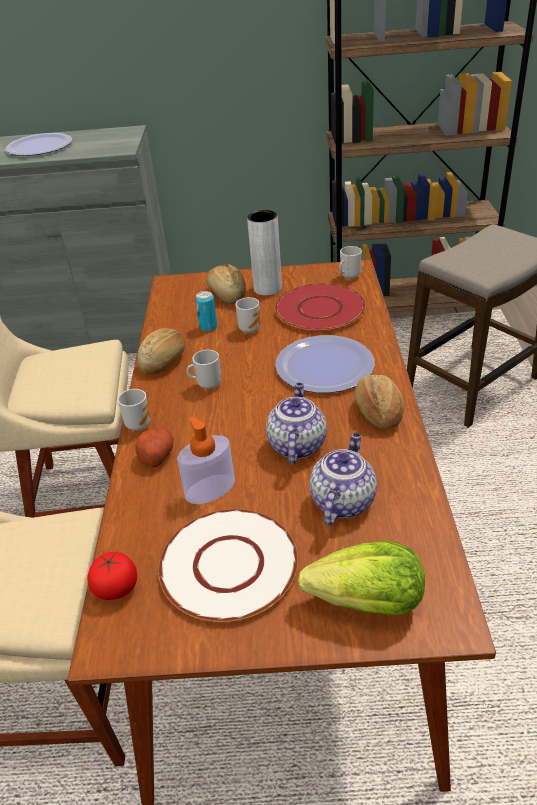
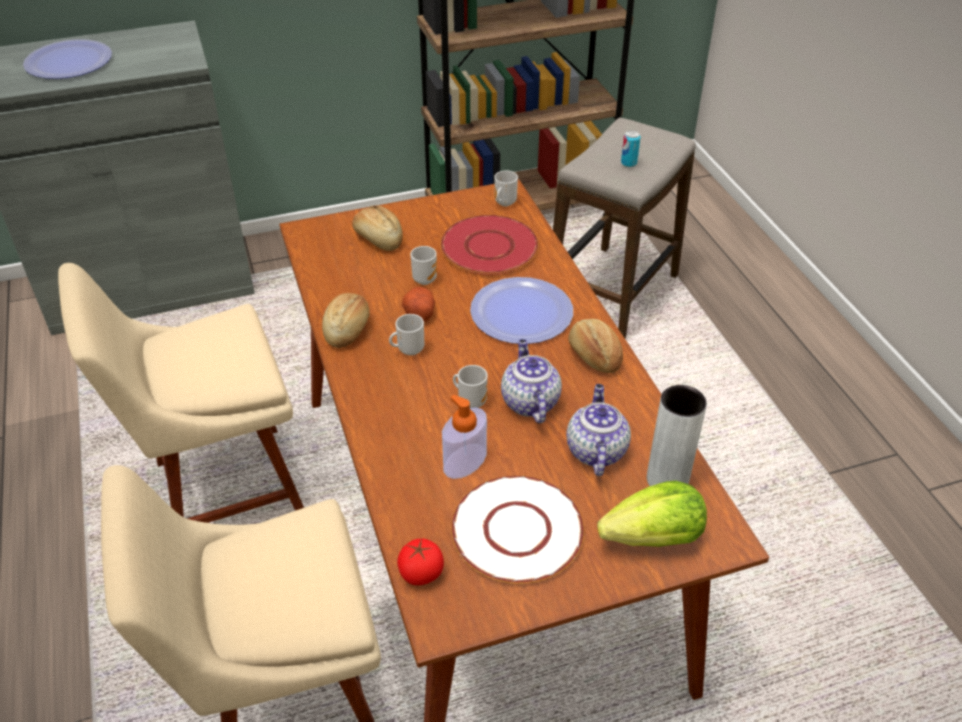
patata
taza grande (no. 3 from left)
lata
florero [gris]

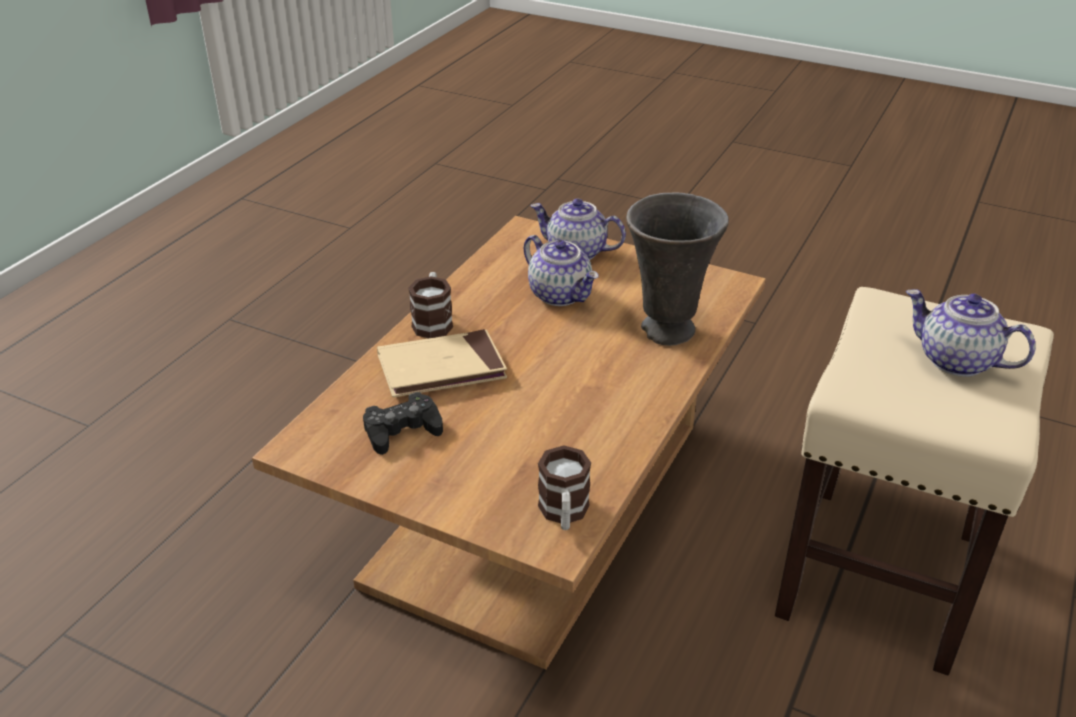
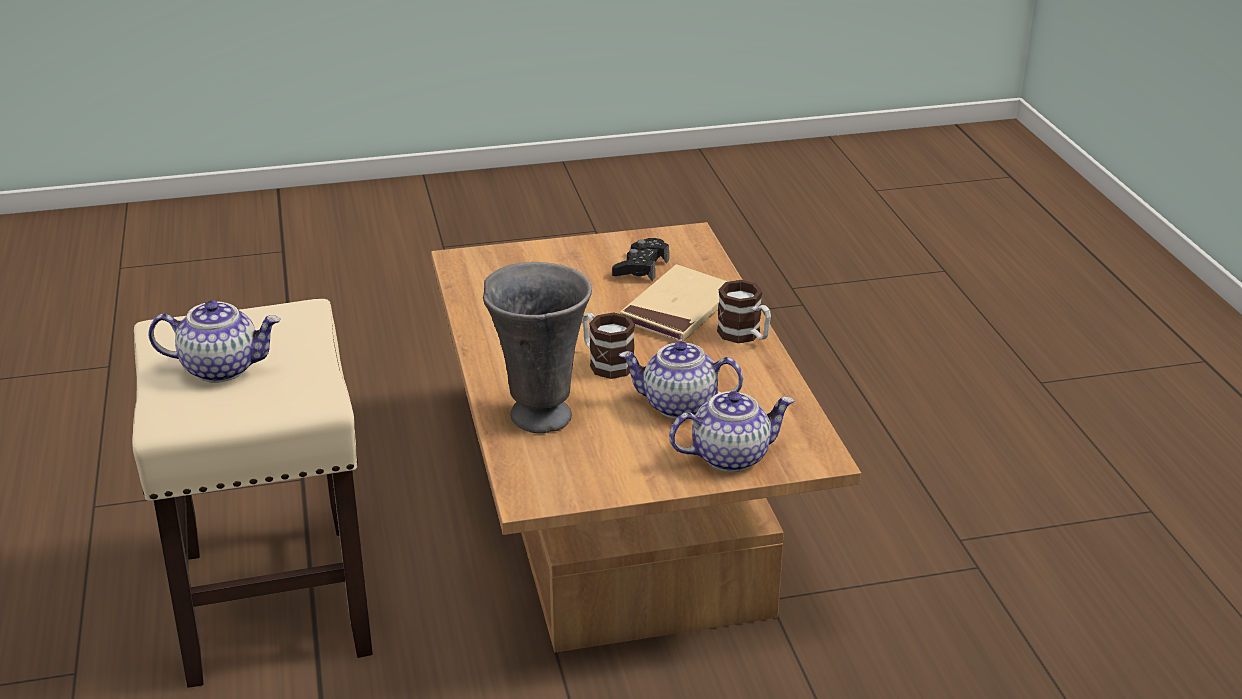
taza grande (no. 1 from left)

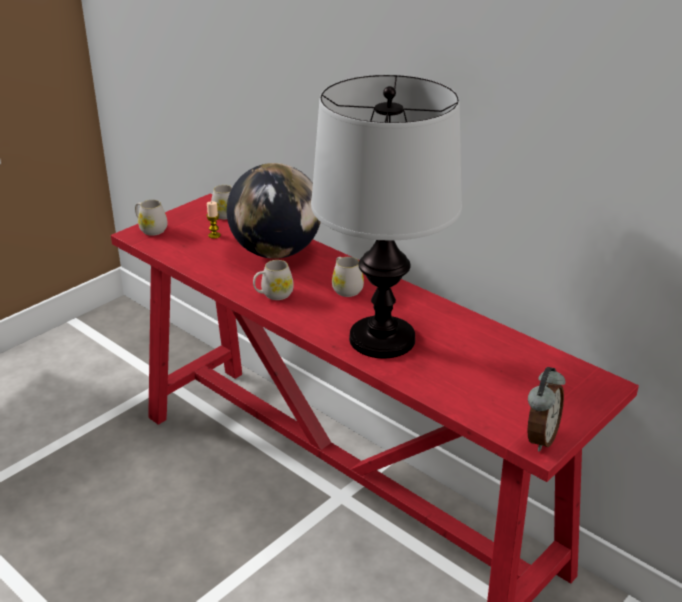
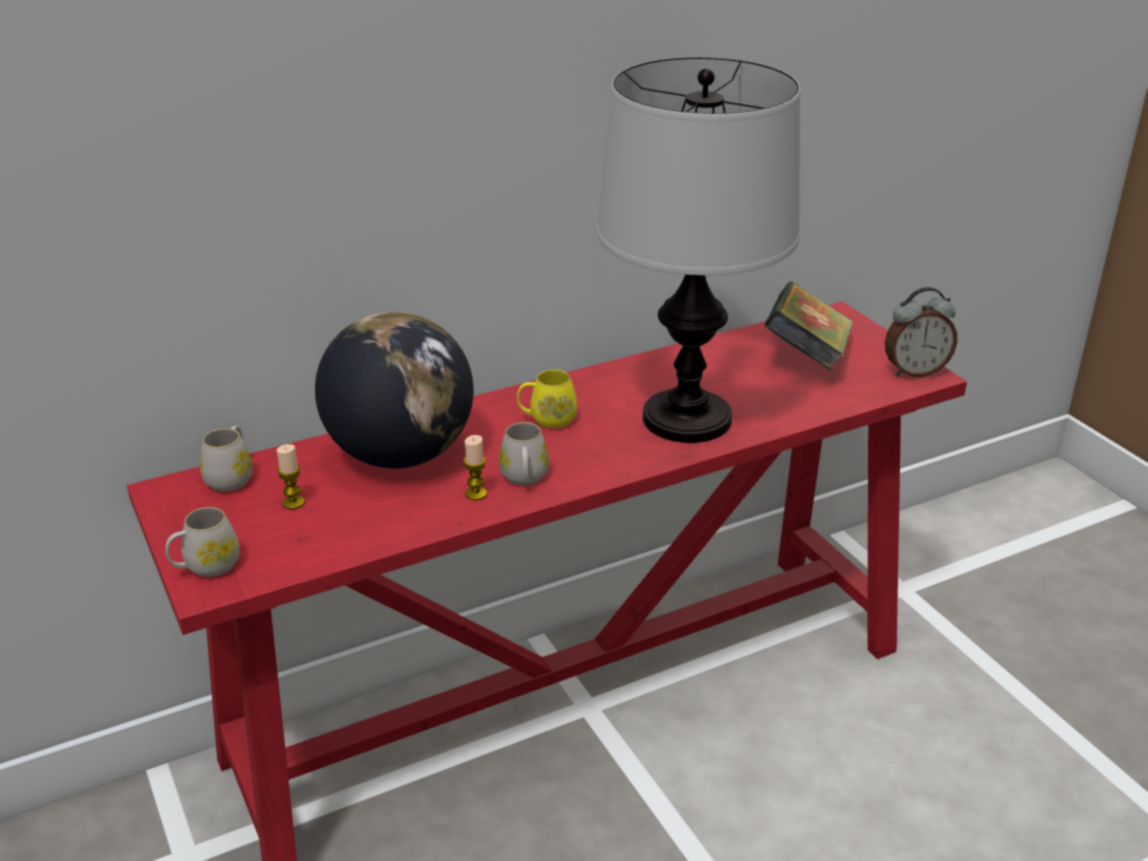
vela (no. 2 from left)
taza grande [amarillo]
libro
despertador

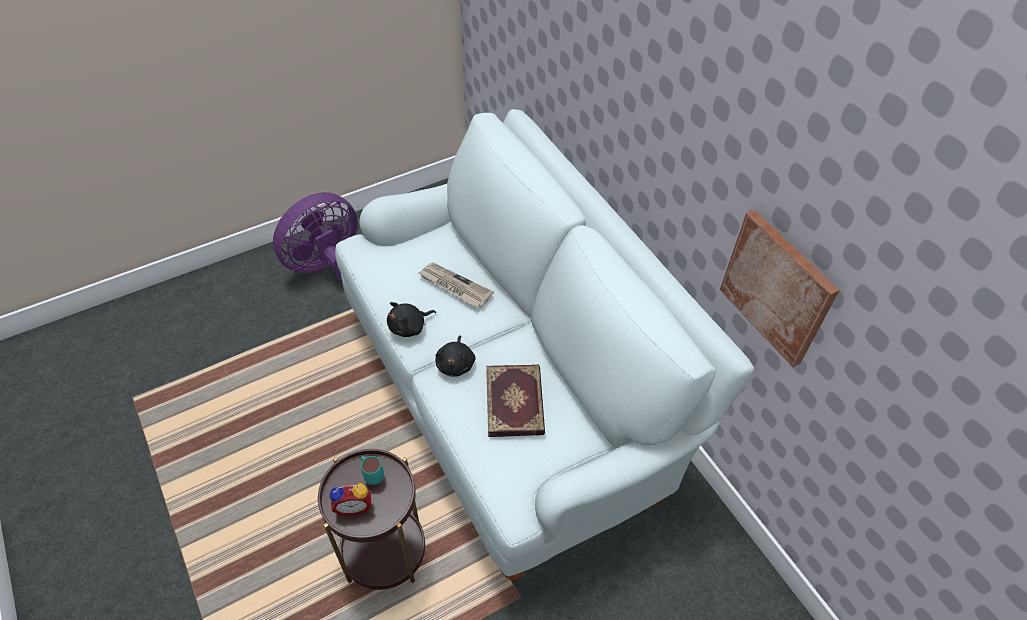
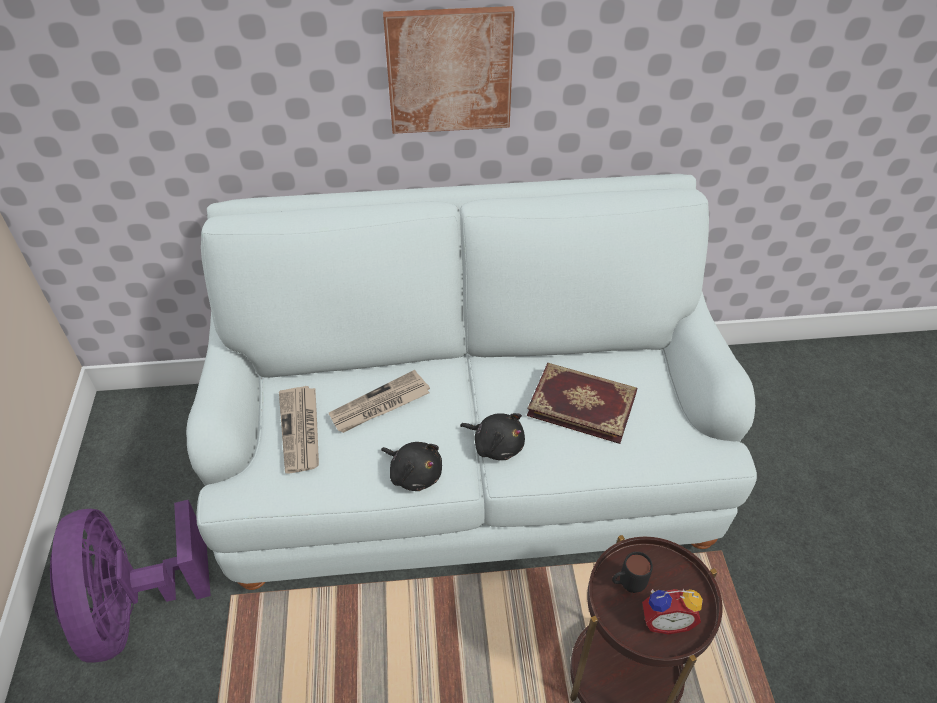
periódico (no. 1 from left)
peluche [negro] (no. 1 from left)
cuadro
taza grande [negro]
despertador

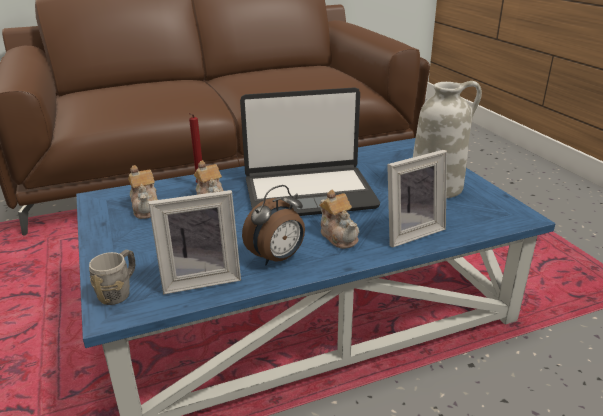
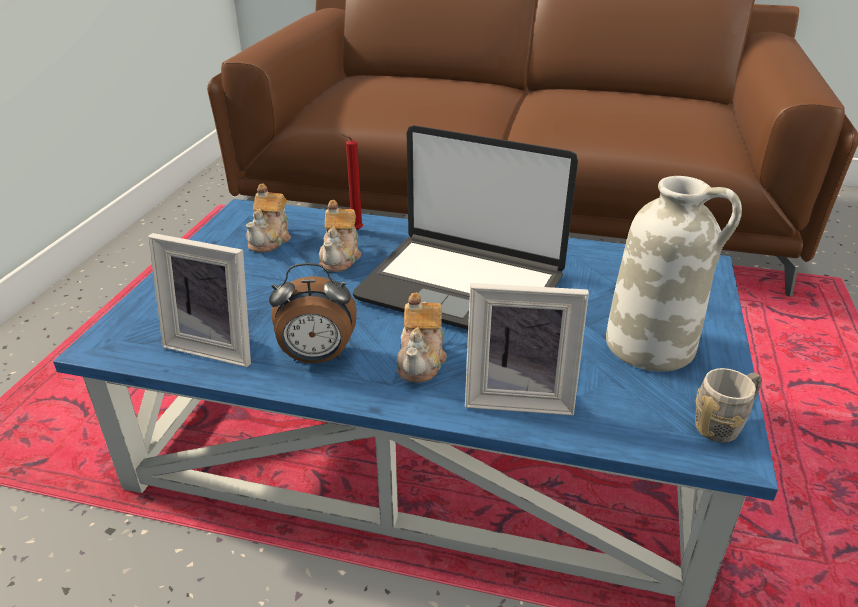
taza grande [gris]

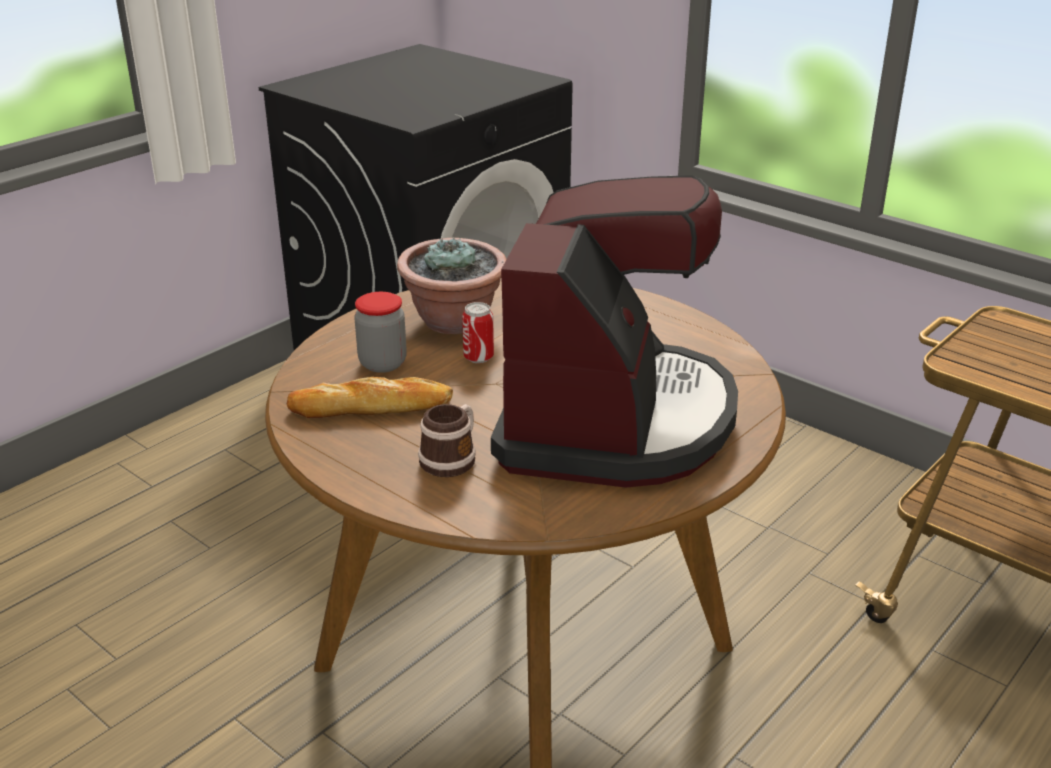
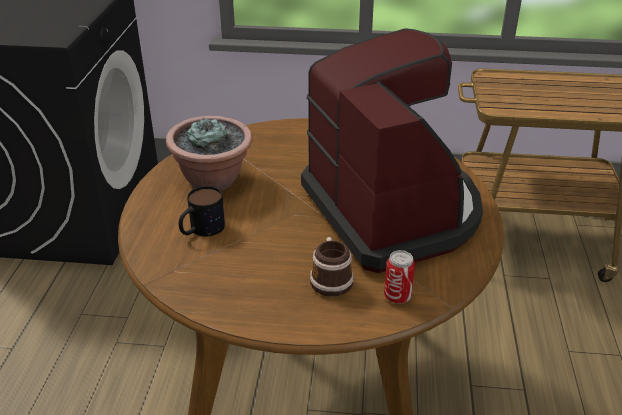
taza grande (no. 1 from left)
lata
pan

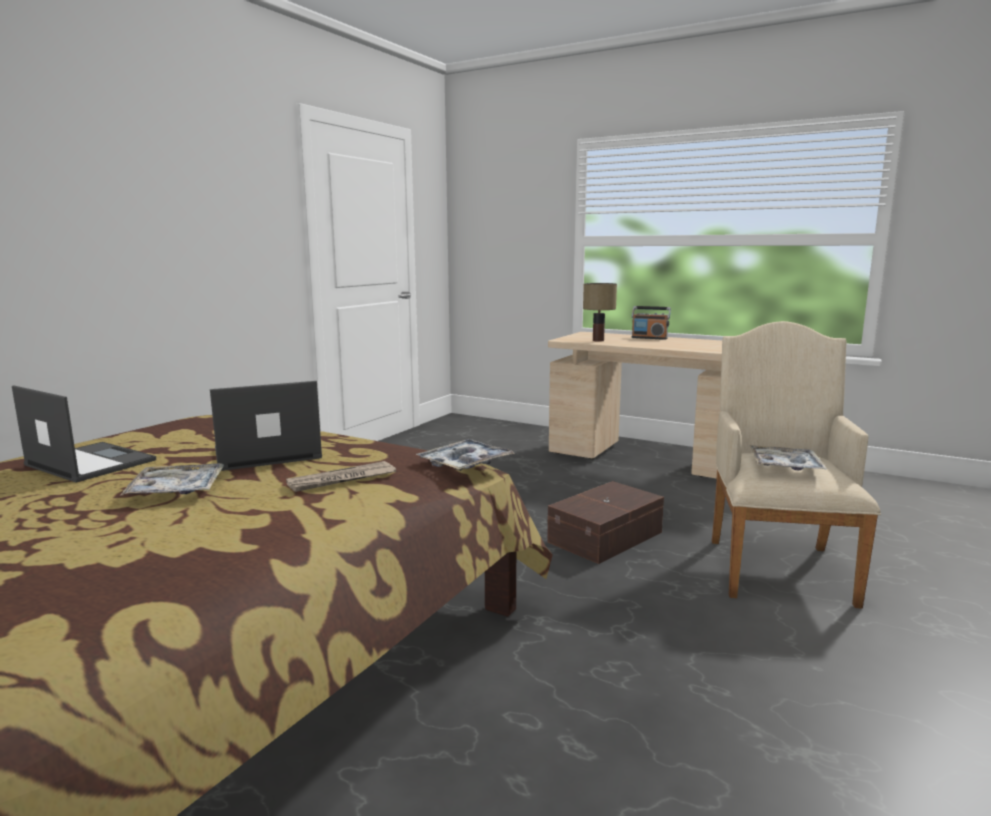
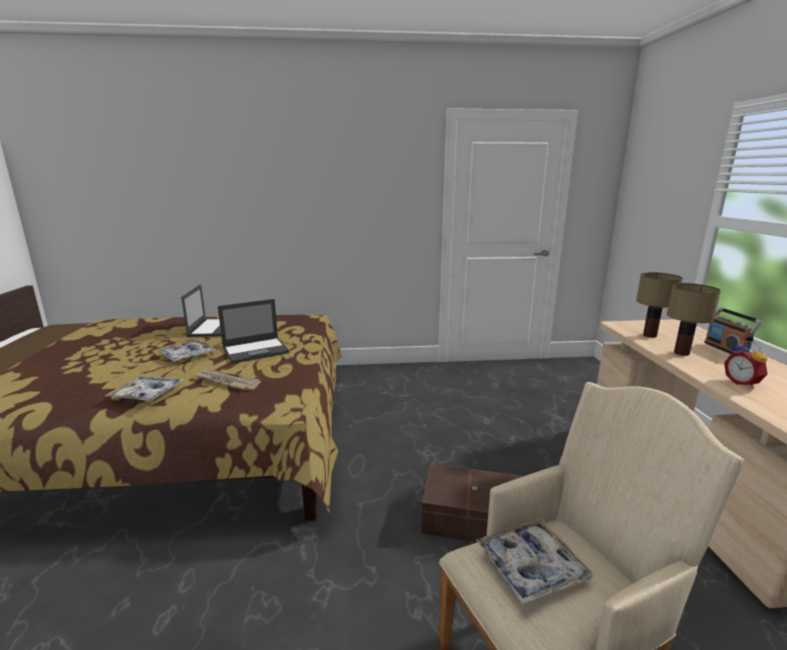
bandeja (no. 1 from left)
portátil (no. 2 from left)
lámpara de mesa (no. 2 from left)
despertador

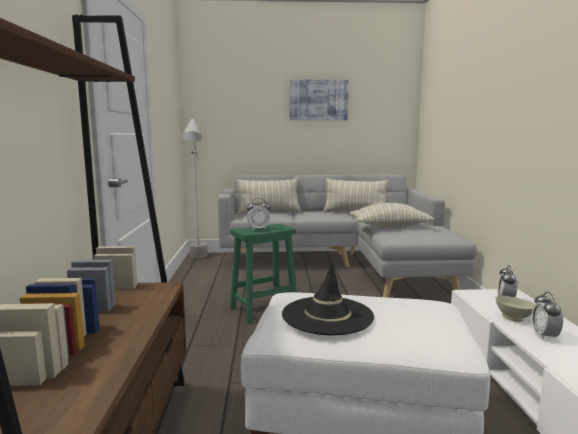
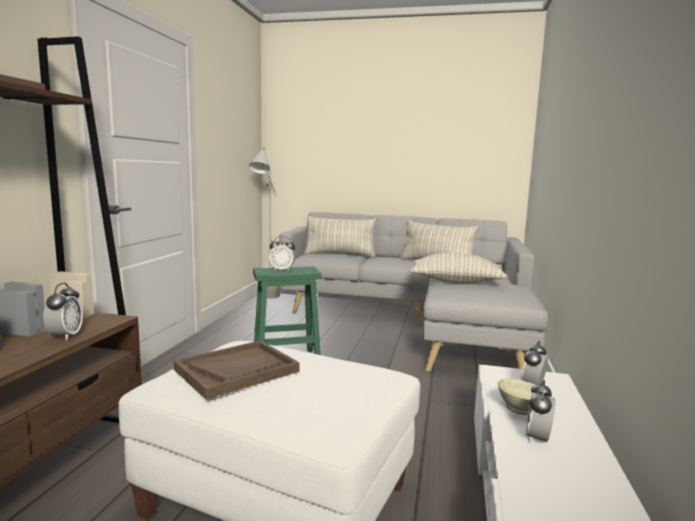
despertador (no. 1 from left)
bandeja [marrón]
cuadro

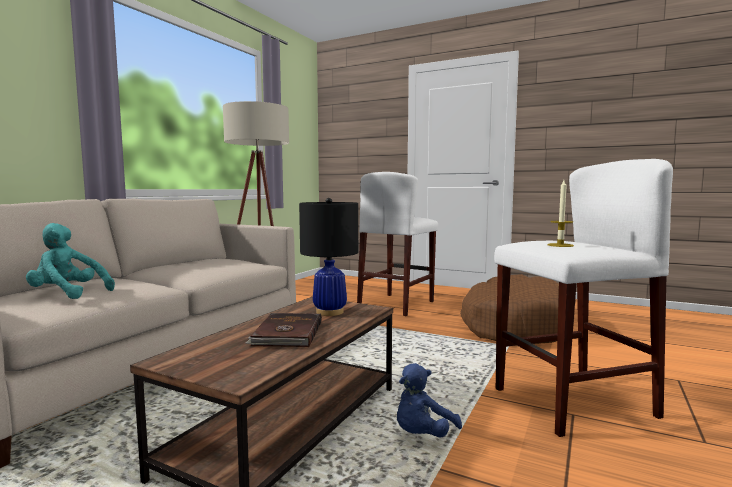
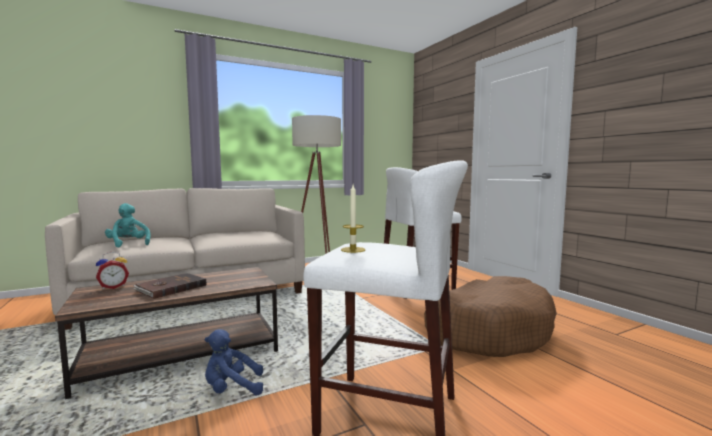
despertador
lámpara de mesa [negro]

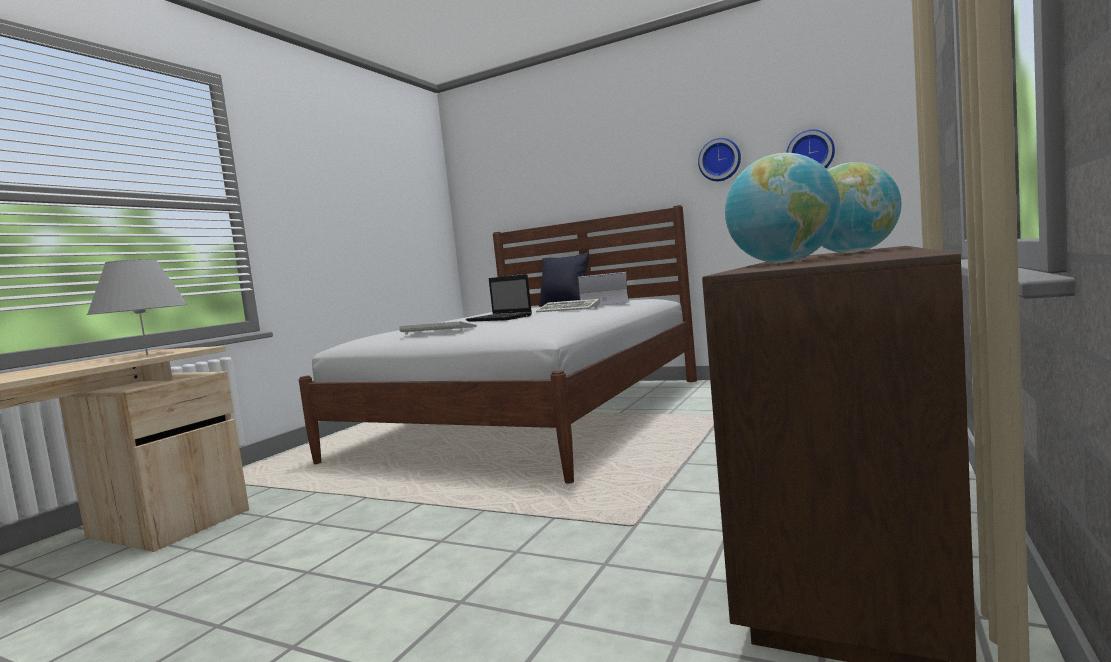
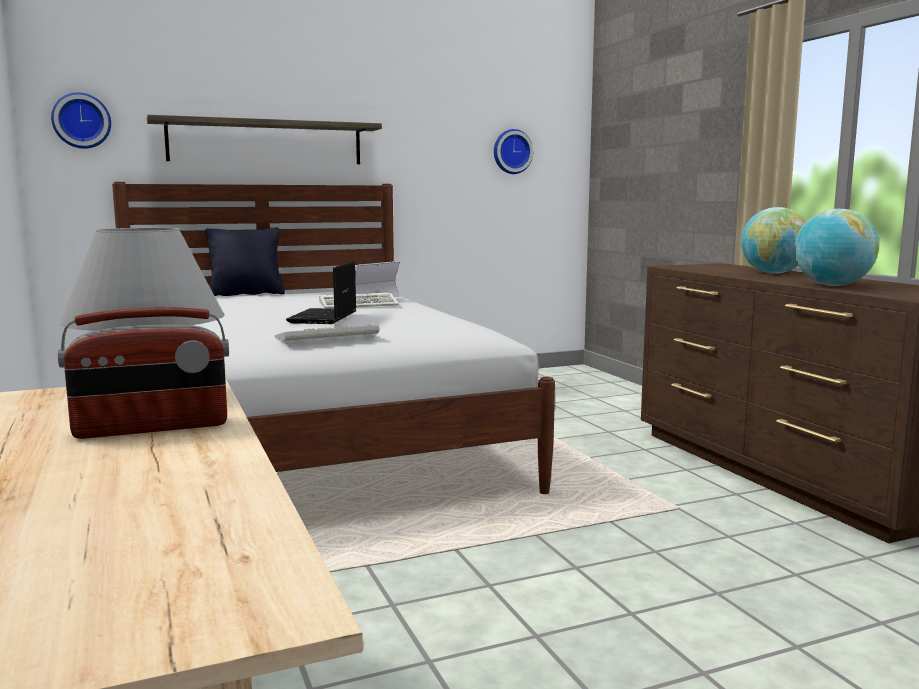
reloj de pared (no. 1 from left)
radio
estante
portátil (no. 1 from left)

